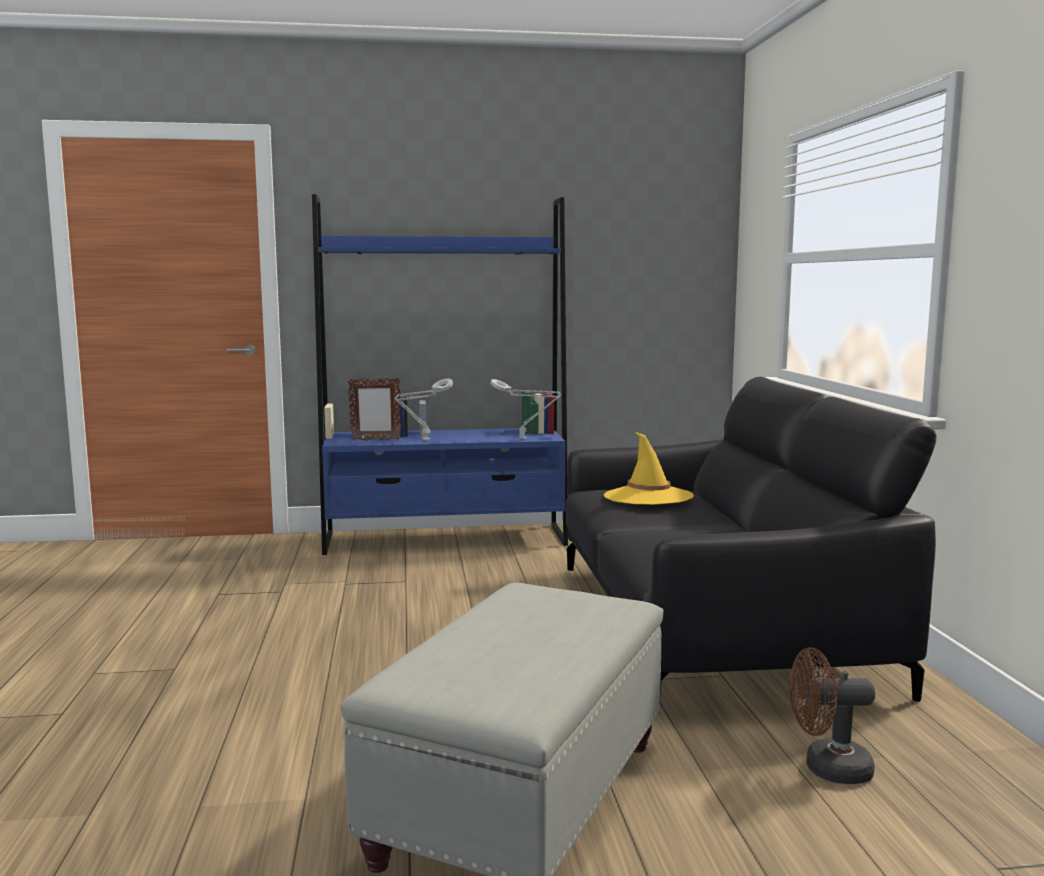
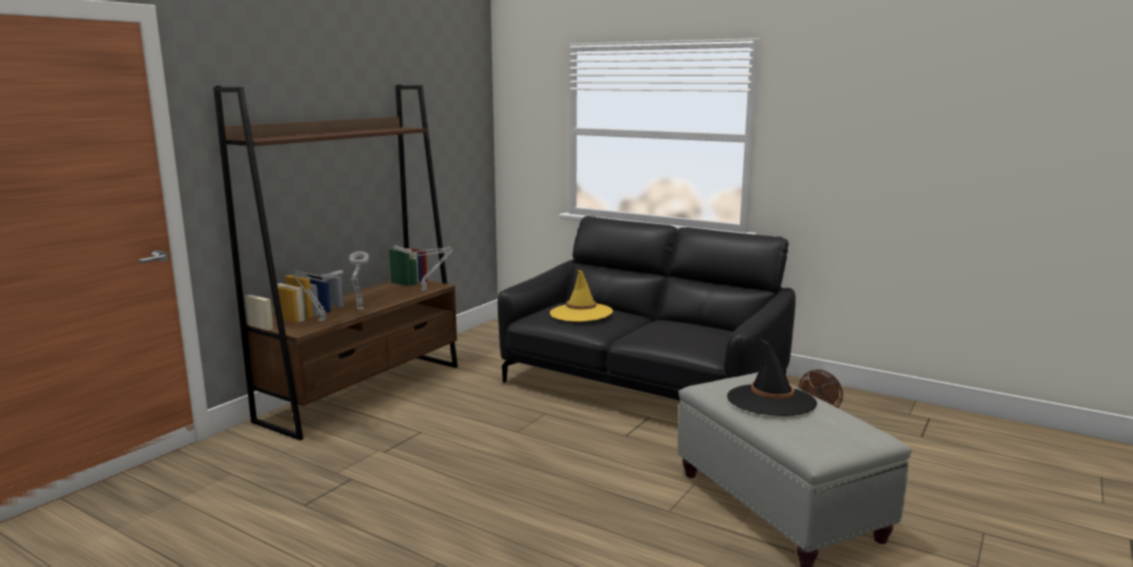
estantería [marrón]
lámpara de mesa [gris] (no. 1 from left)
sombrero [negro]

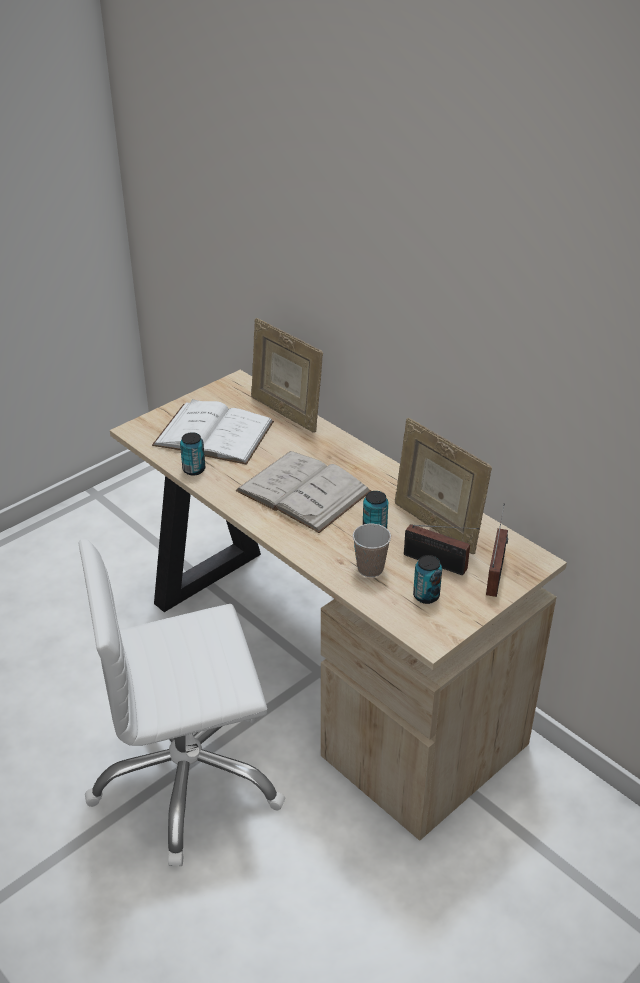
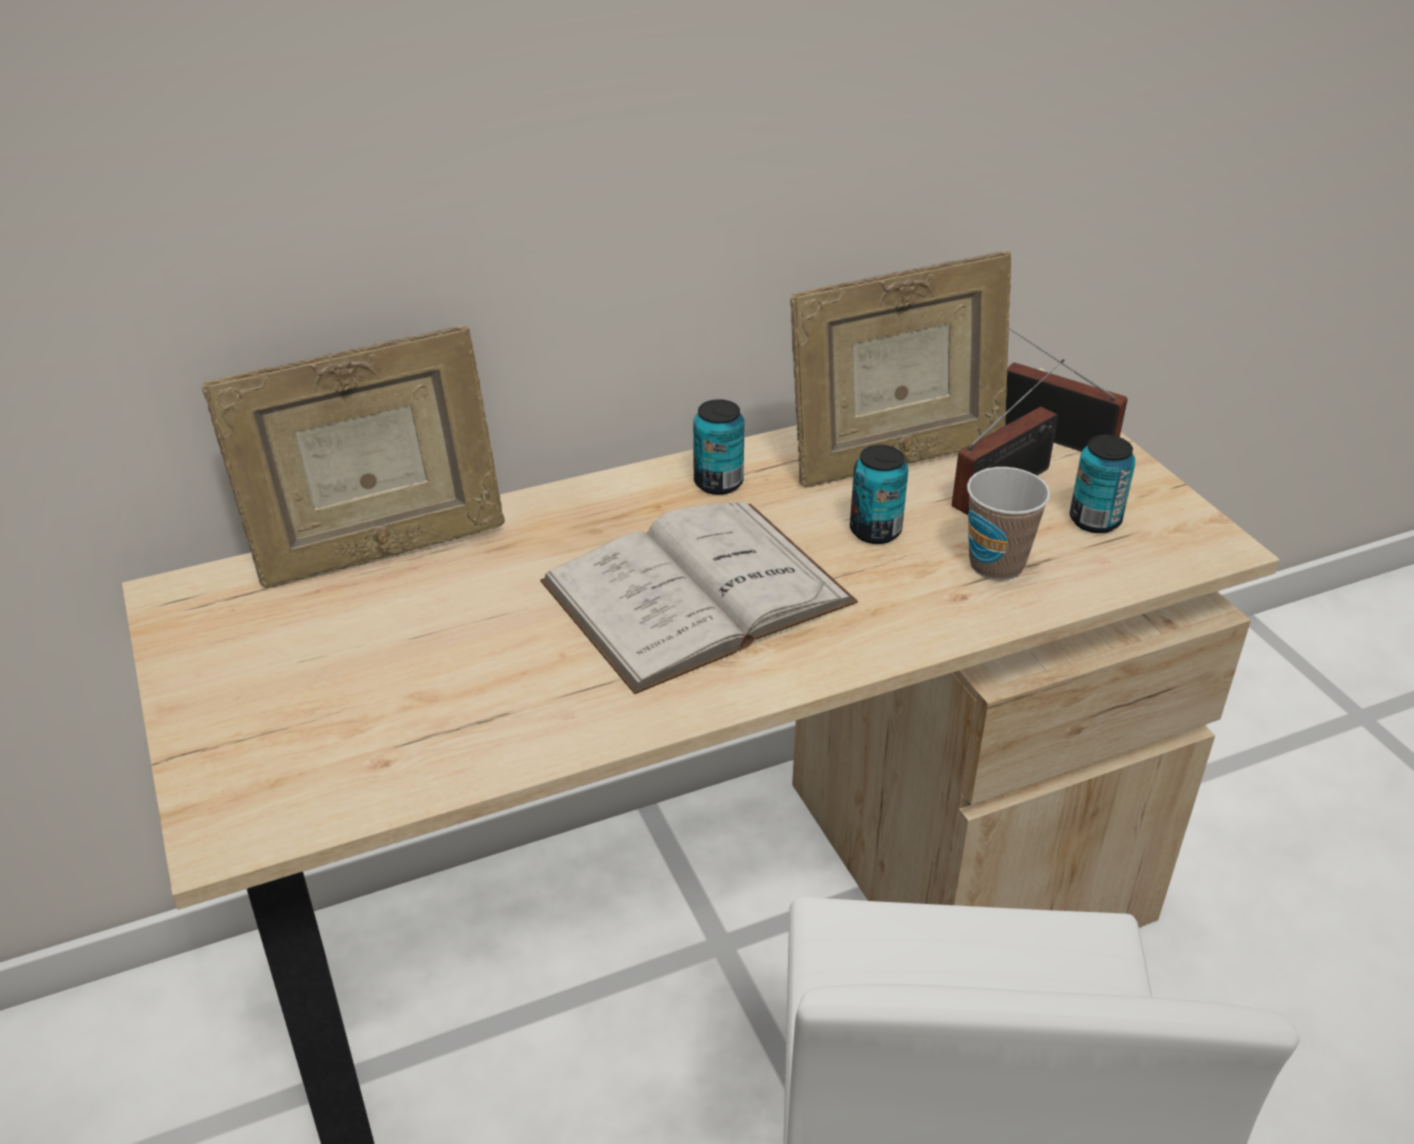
lata (no. 1 from left)
libro [blanco] (no. 1 from left in the first image)

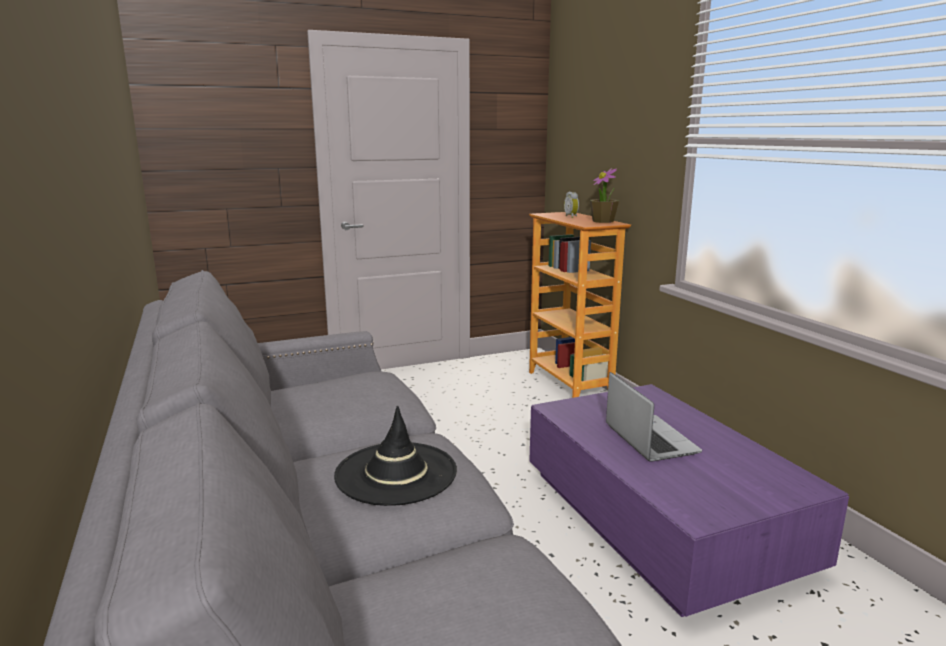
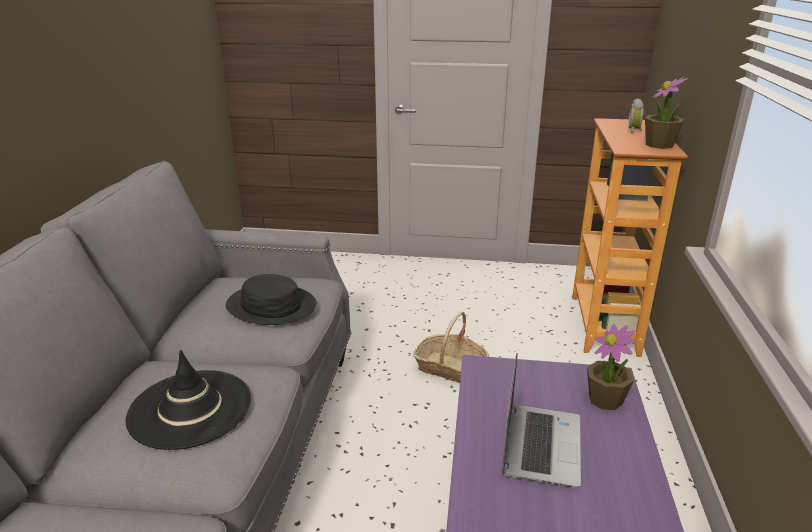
sombrero [negro] (no. 2 from left)
cesta
planta en maceta (no. 1 from left)

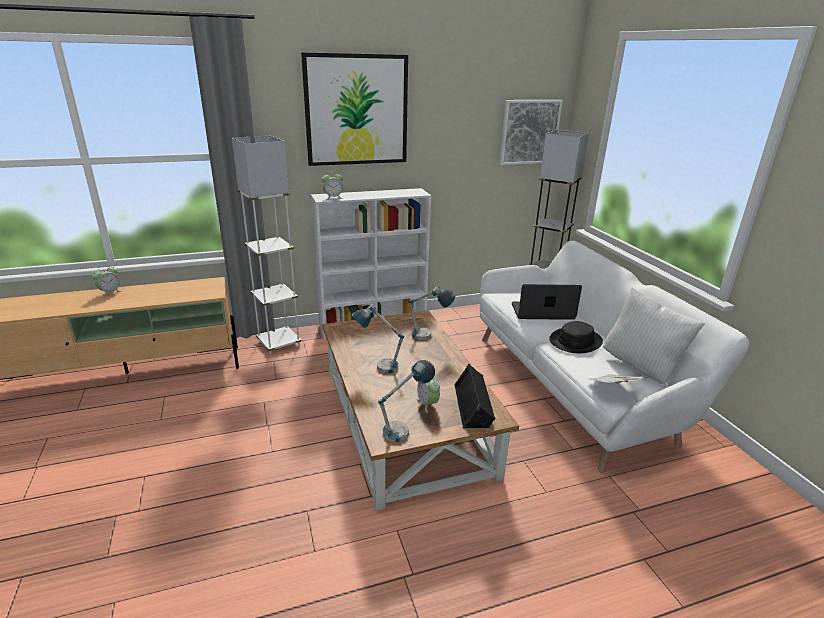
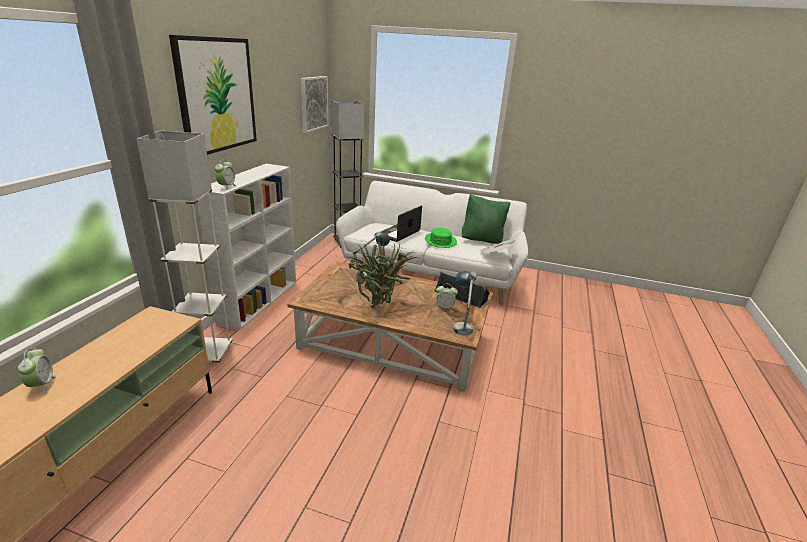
planta en maceta
sombrero [verde]
cojín [verde]

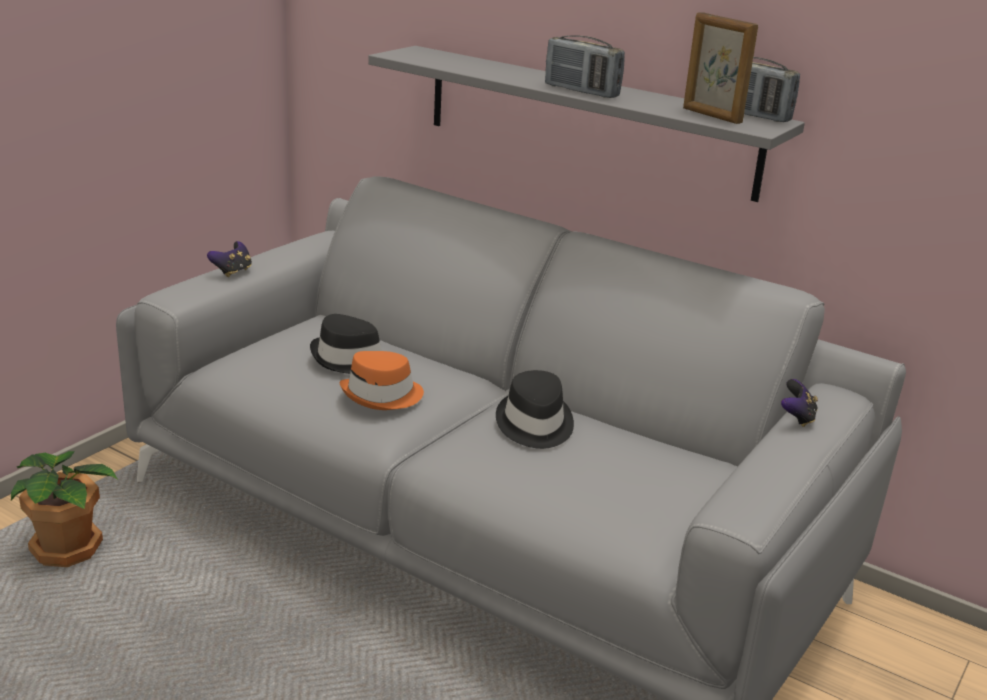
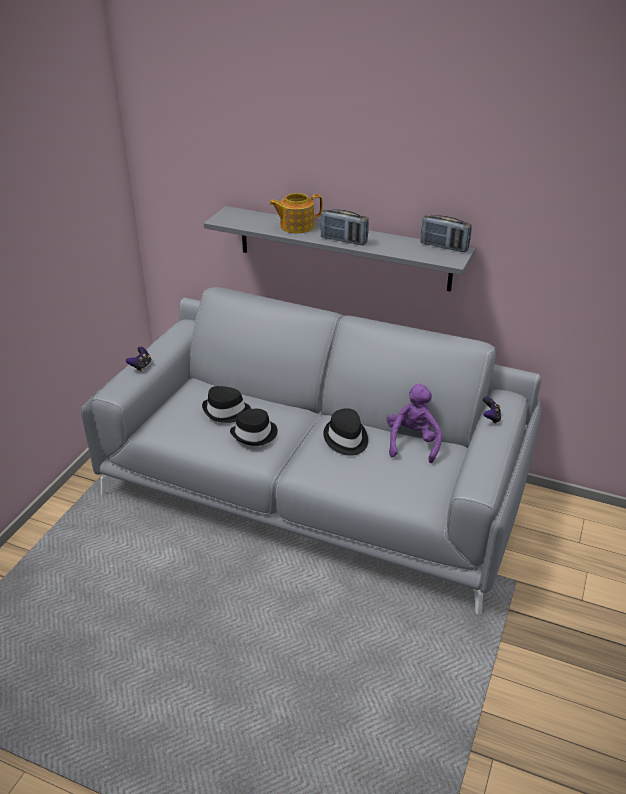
sombrero [negro] (no. 2 from left)
tetera
peluche [morado]
planta en maceta
portarretratos

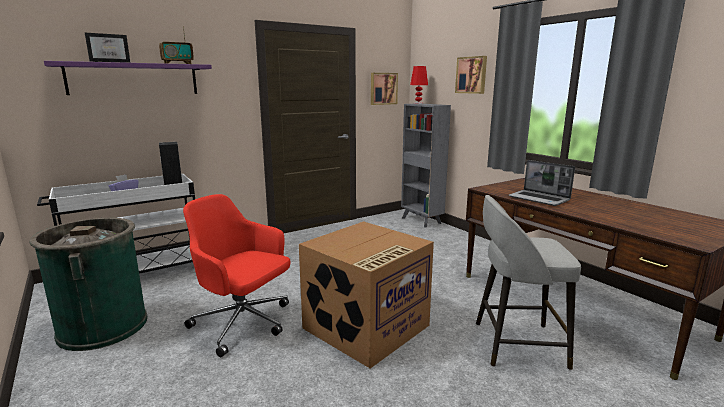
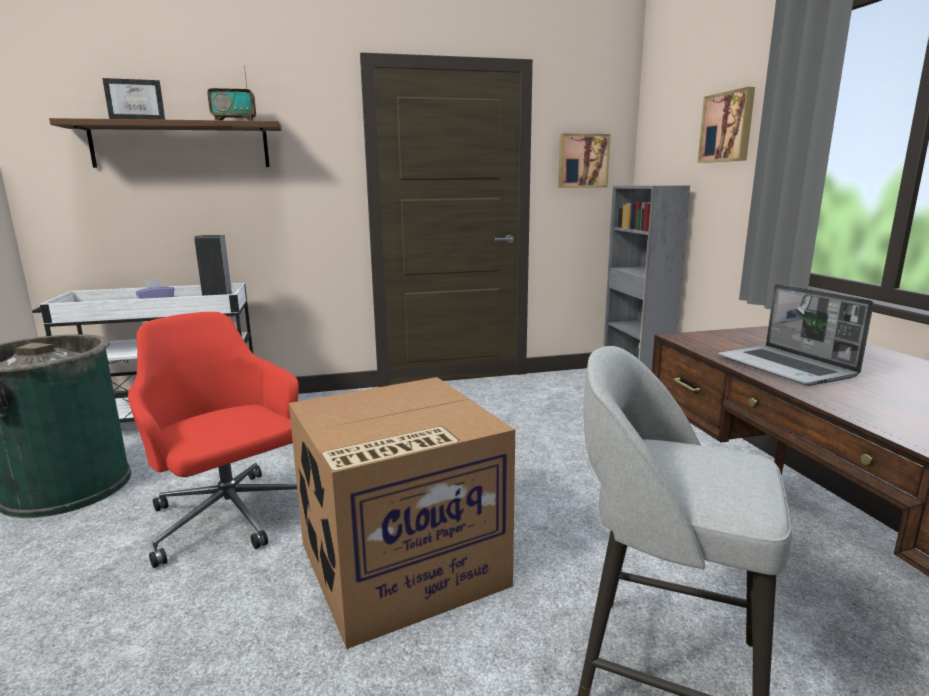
estante [marrón]
lámpara de mesa [rojo]

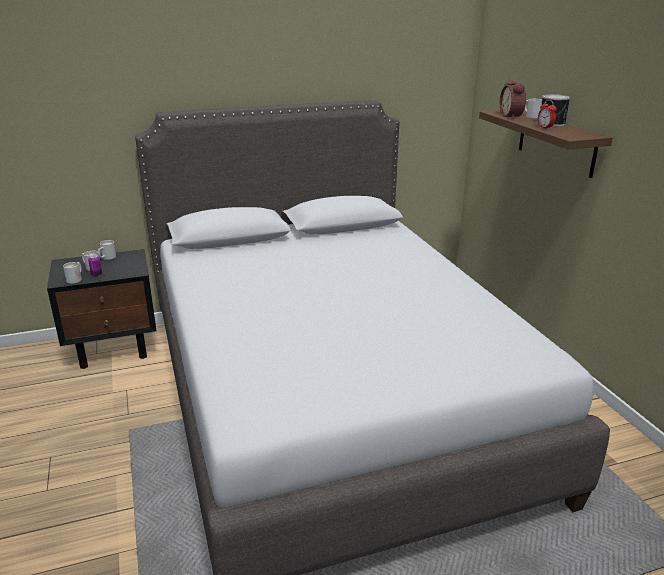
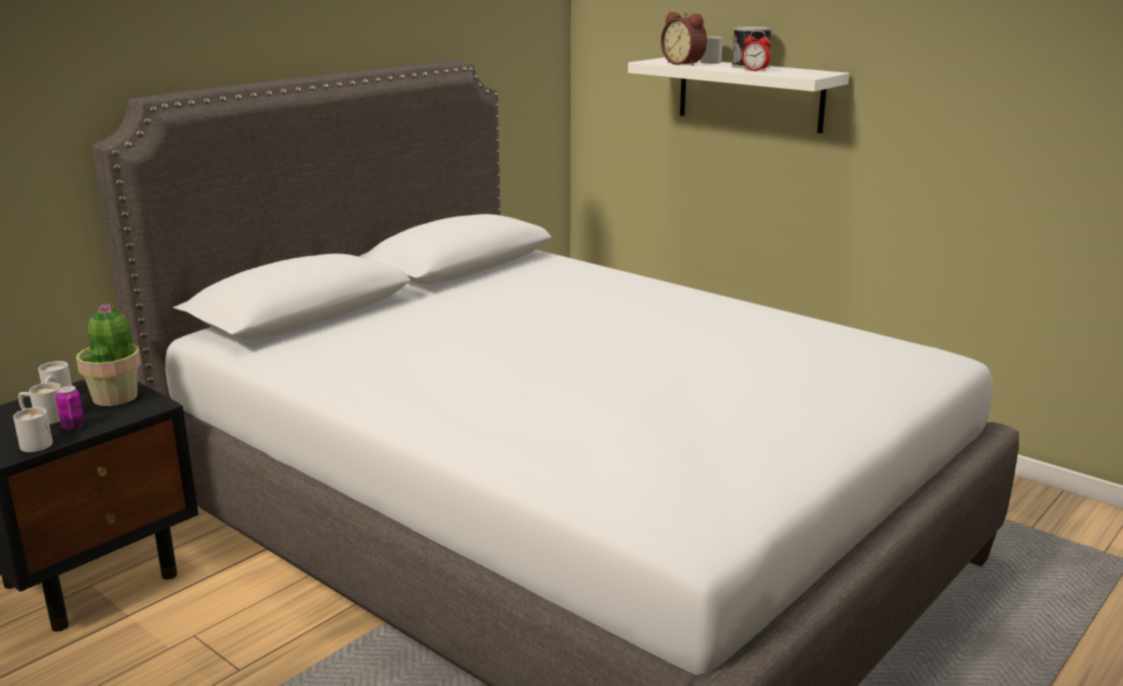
planta en maceta
estante [blanco]

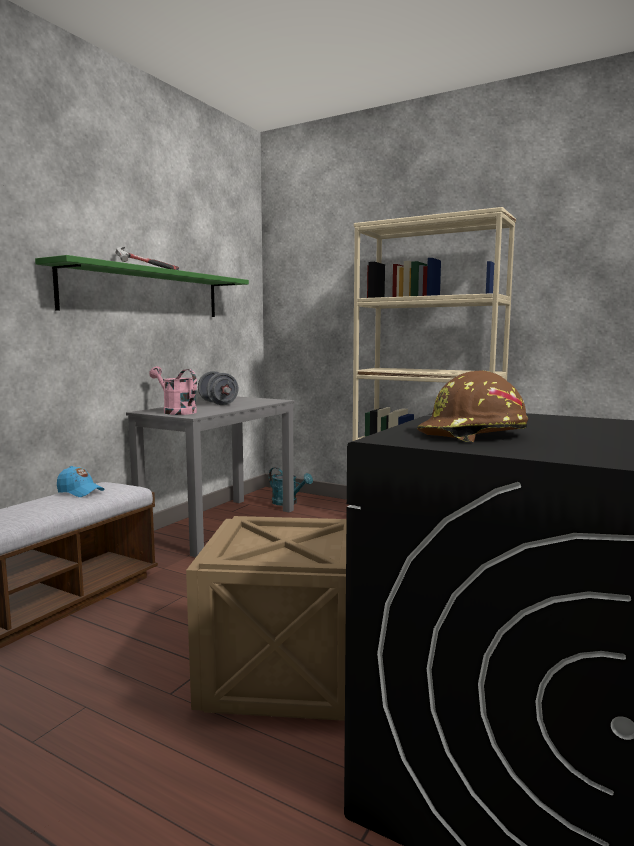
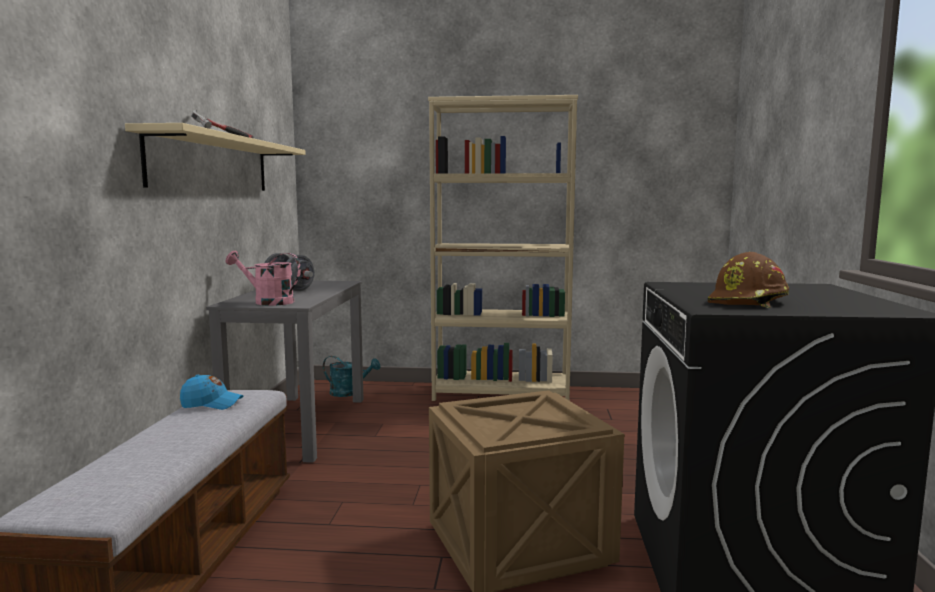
estante [beis]

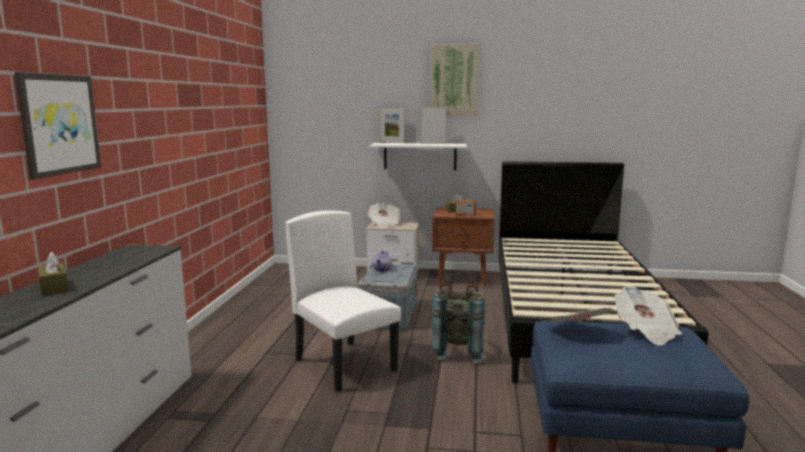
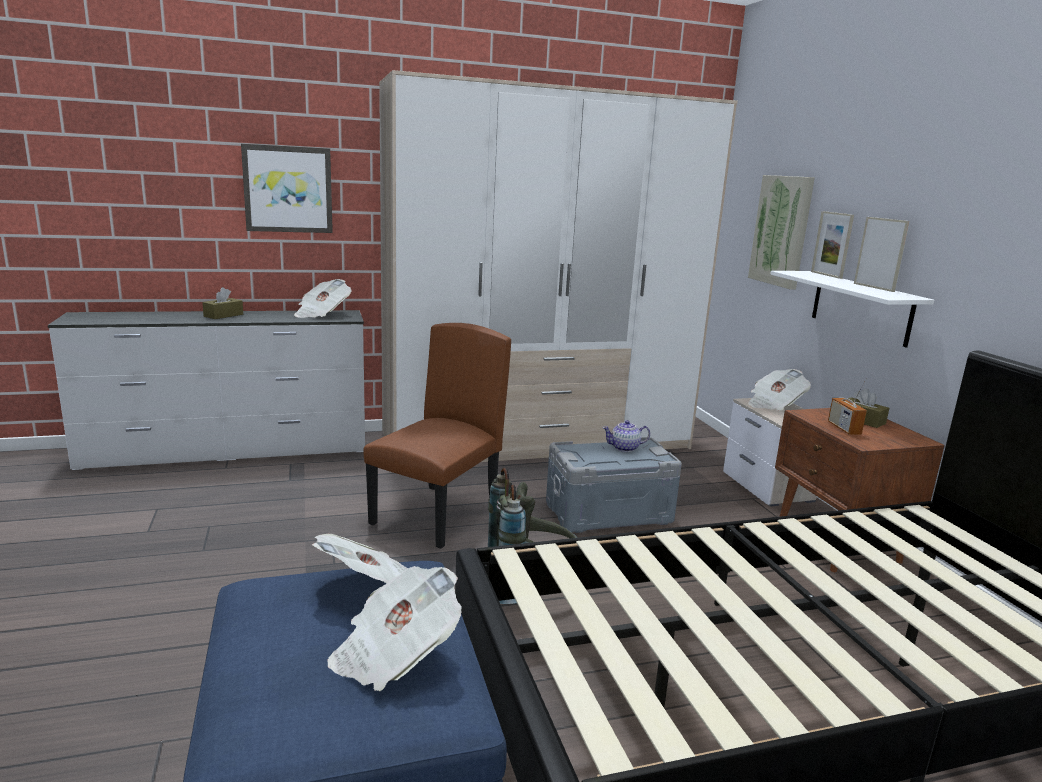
periódico (no. 1 from left)
silla [marrón]
armario ropero
cuadro (no. 2 from left)

